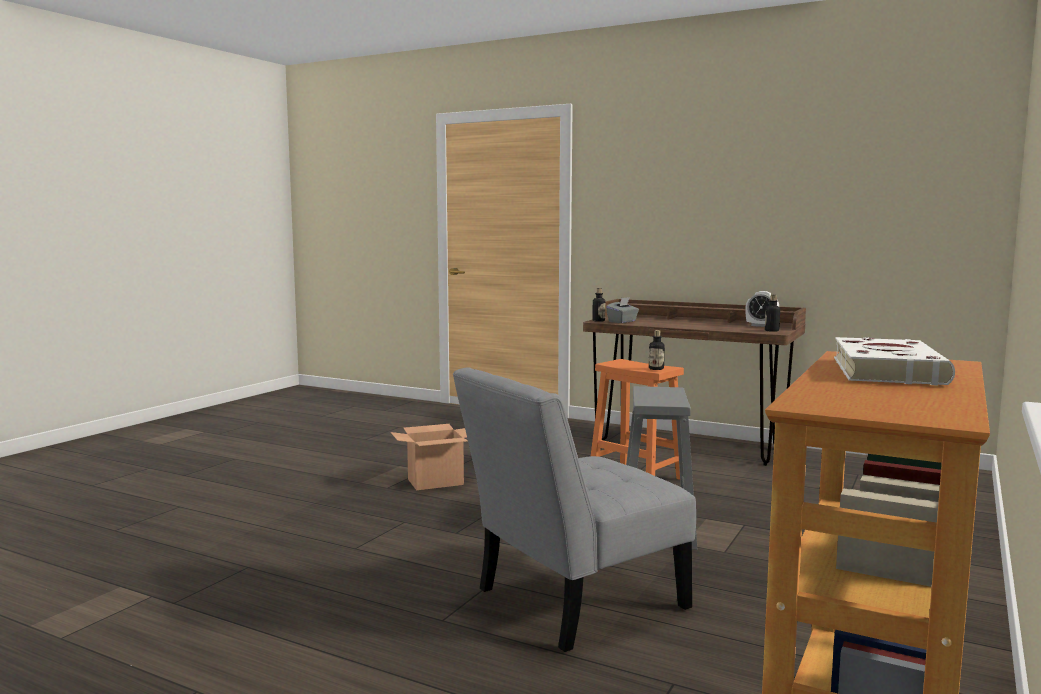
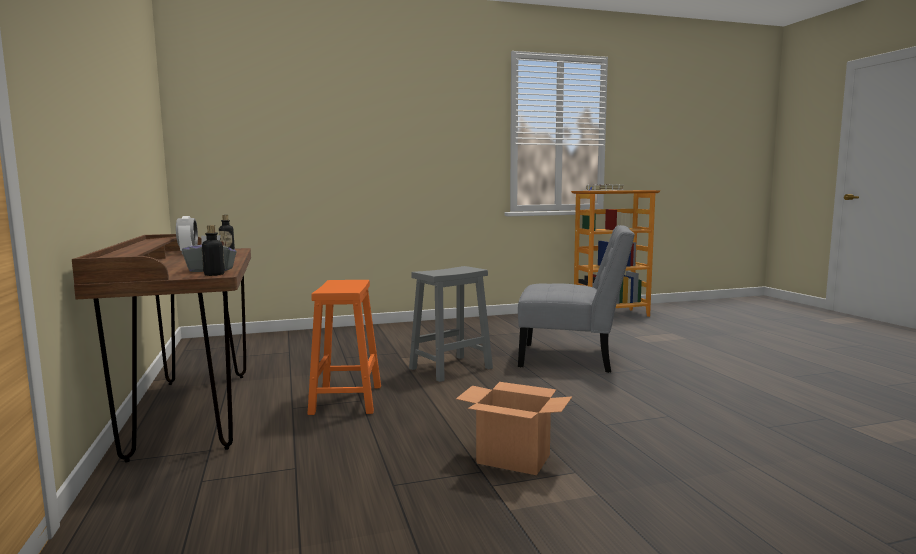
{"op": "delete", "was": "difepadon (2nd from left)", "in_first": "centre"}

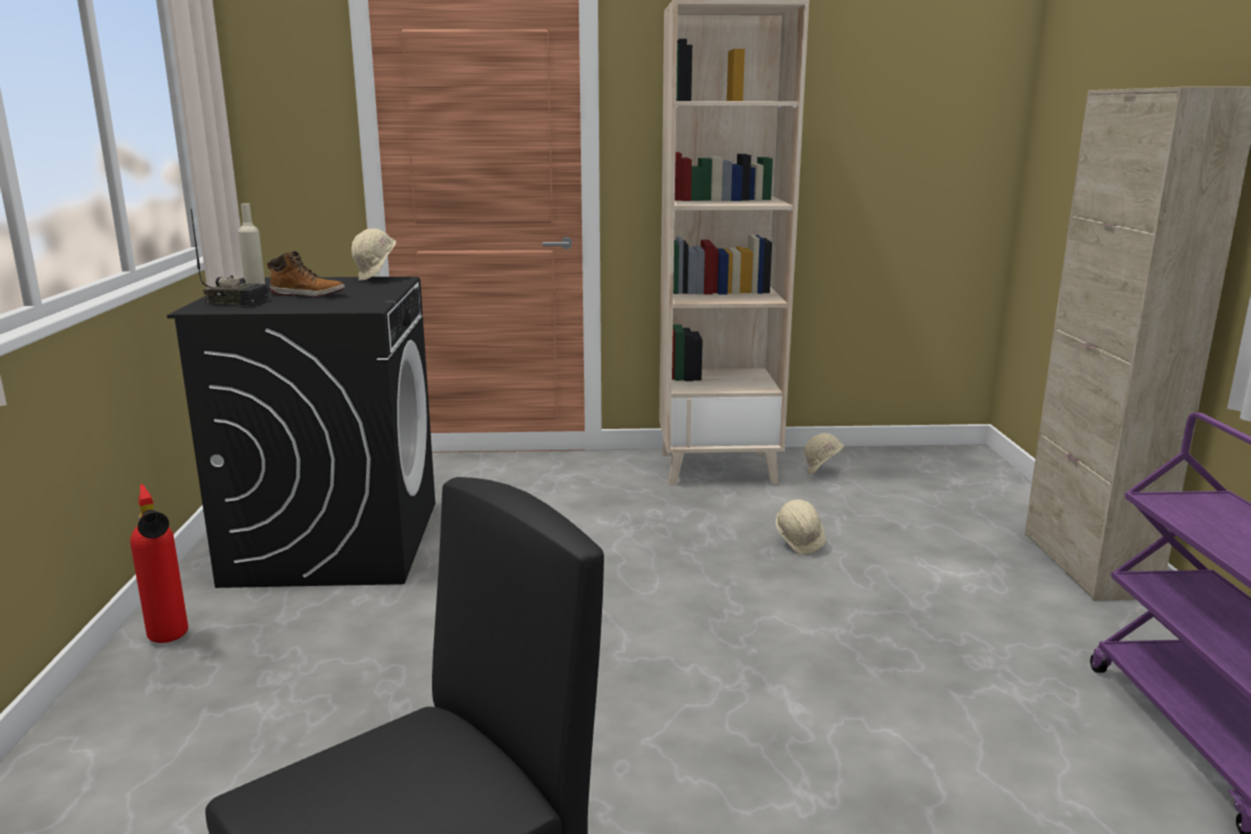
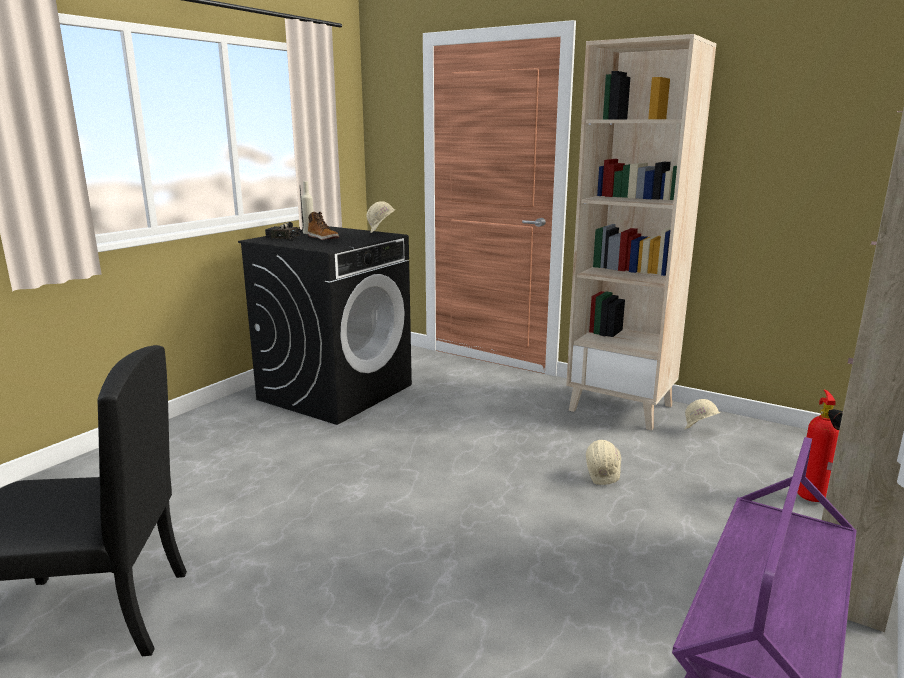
{"op": "rotate", "was": "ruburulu", "in_first": "top left", "in_second": "top left", "clockwise": 150}
{"op": "move", "was": "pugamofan", "in_first": "bottom left", "in_second": "middle right"}

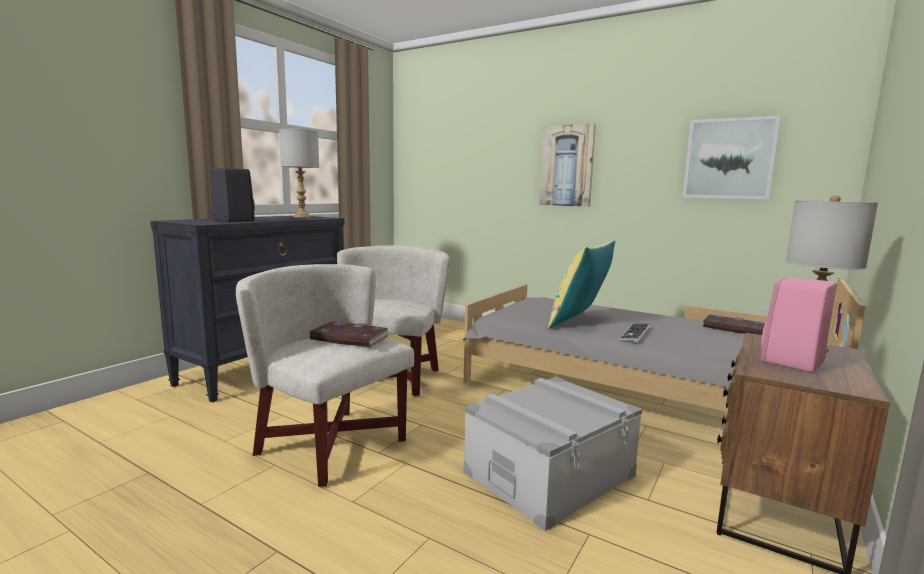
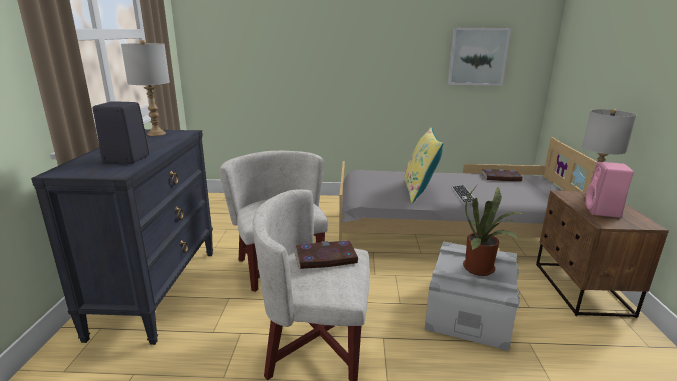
{"op": "insert", "now": "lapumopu", "in_second": "middle right"}
{"op": "delete", "was": "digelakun (1st from left)", "in_first": "top centre"}

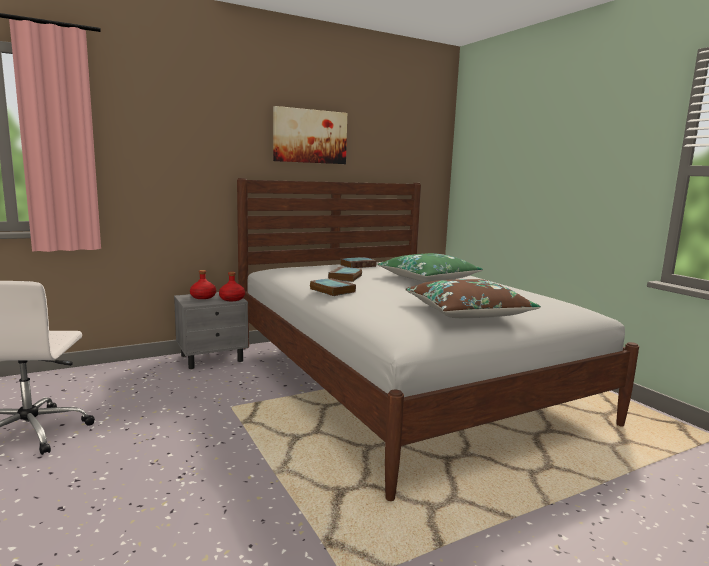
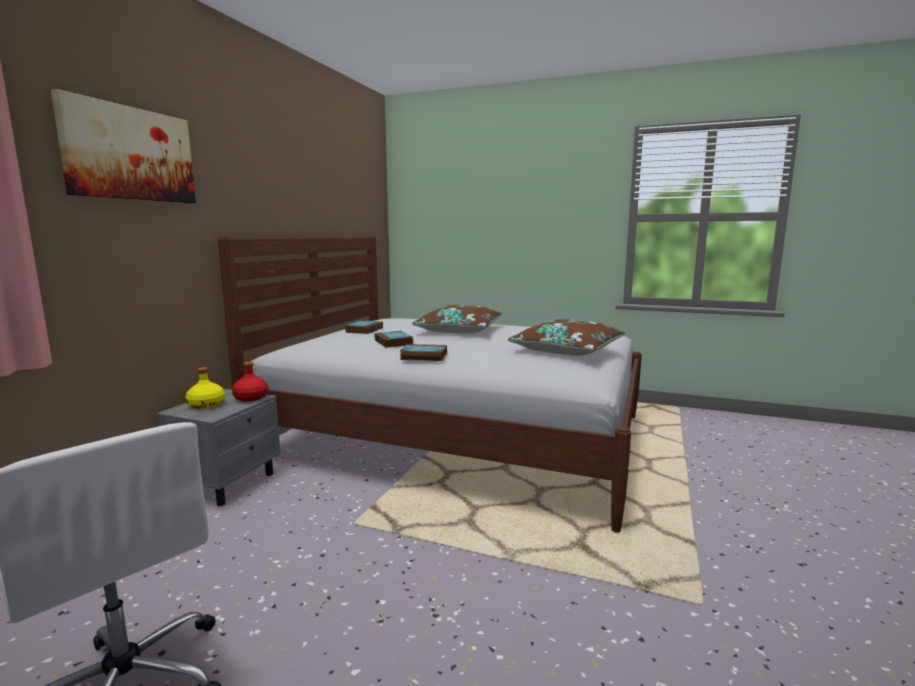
{"op": "move", "was": "digelakun", "in_first": "top centre", "in_second": "top left"}
{"op": "recolor", "was": "red_difepadon (1st from left)", "now": "yellow_difepadon", "in_first": "middle left", "in_second": "middle left"}
{"op": "recolor", "was": "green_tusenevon", "now": "brown_tusenevon (1st from left)", "in_first": "centre", "in_second": "centre"}

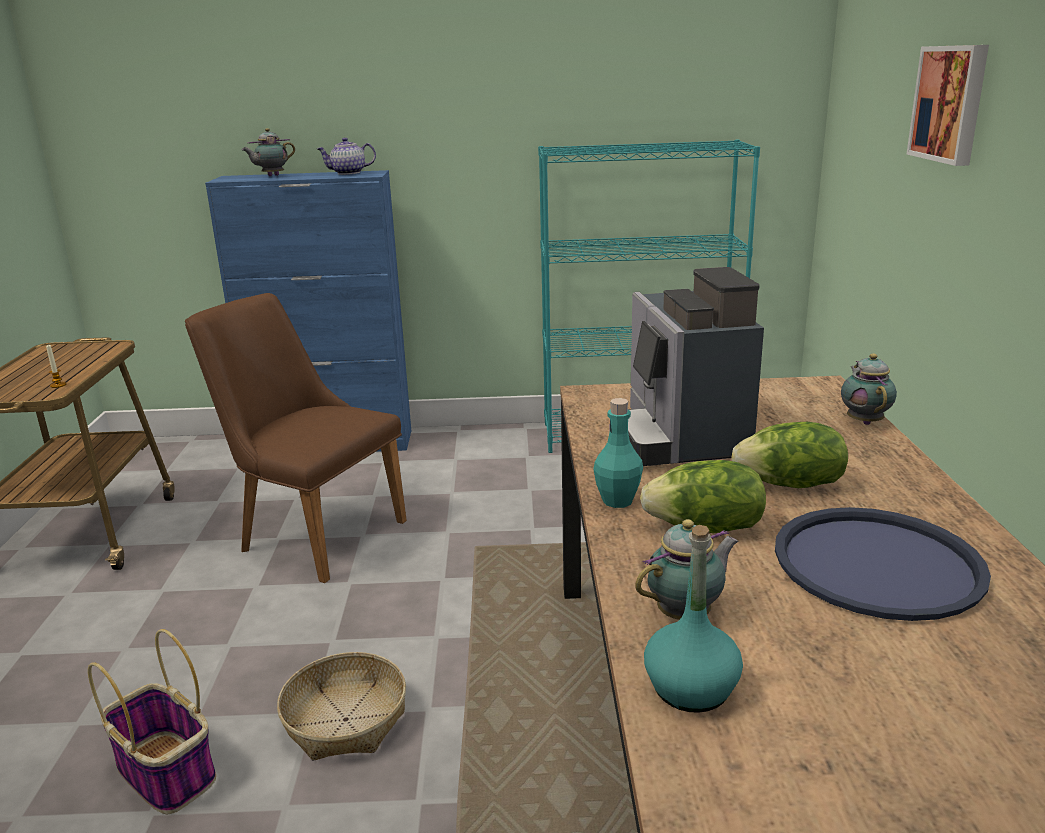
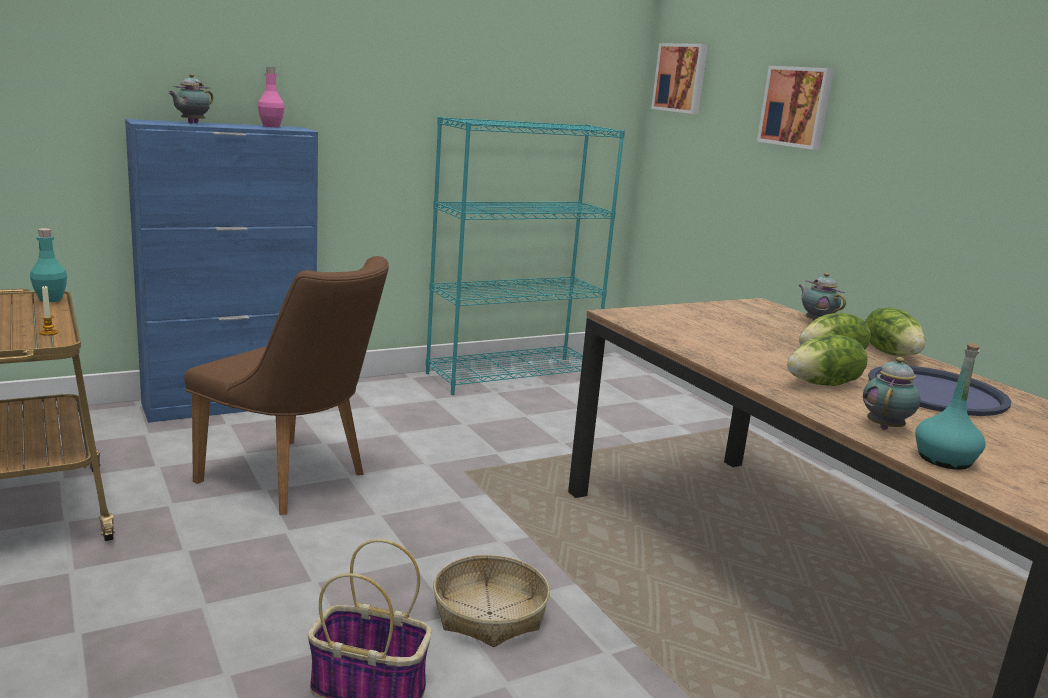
{"op": "move", "was": "turquoise_difepadon (1st from left)", "in_first": "centre", "in_second": "middle left"}
{"op": "rotate", "was": "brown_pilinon", "in_first": "middle left", "in_second": "middle left", "clockwise": -150}
{"op": "replace", "was": "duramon (2nd from left)", "now": "pink_difepadon", "in_first": "top left", "in_second": "top left"}
{"op": "insert", "now": "digelakun (1st from left)", "in_second": "top centre"}
{"op": "insert", "now": "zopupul (3rd from left)", "in_second": "middle right"}
{"op": "delete", "was": "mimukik", "in_first": "centre"}

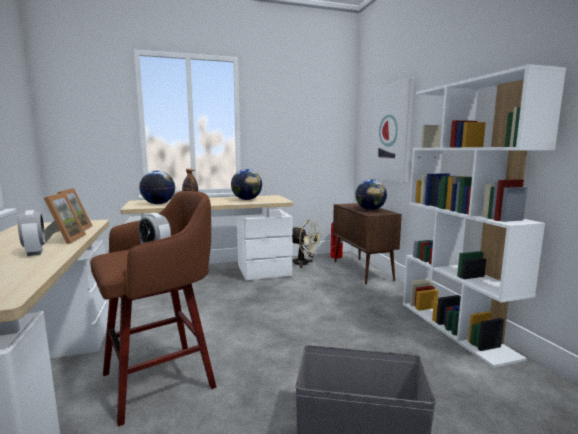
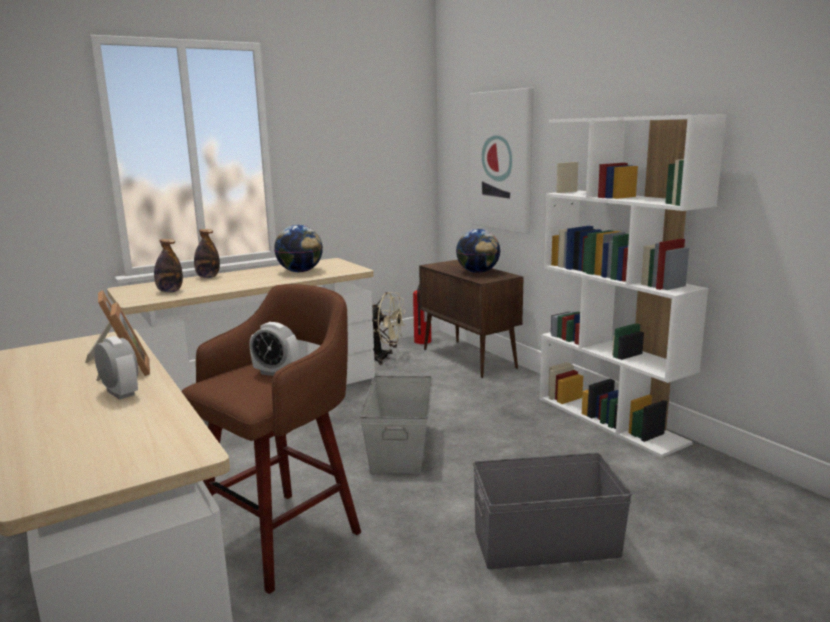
{"op": "replace", "was": "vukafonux (1st from left)", "now": "difepadon (1st from left)", "in_first": "middle left", "in_second": "middle left"}
{"op": "insert", "now": "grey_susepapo (1st from left)", "in_second": "bottom centre"}

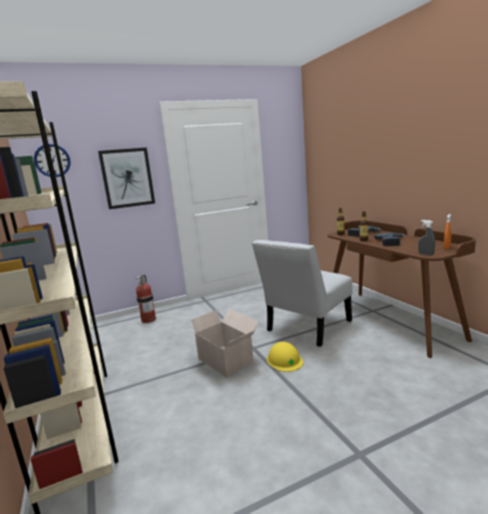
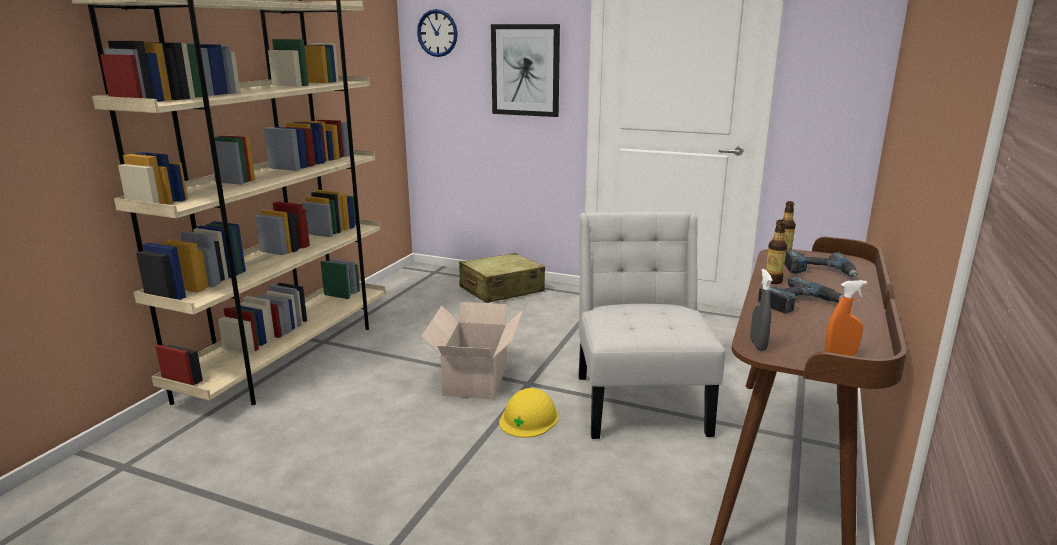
{"op": "replace", "was": "pugamofan", "now": "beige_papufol", "in_first": "middle left", "in_second": "centre"}
{"op": "rotate", "was": "white_pilinon", "in_first": "centre", "in_second": "centre", "clockwise": 90}

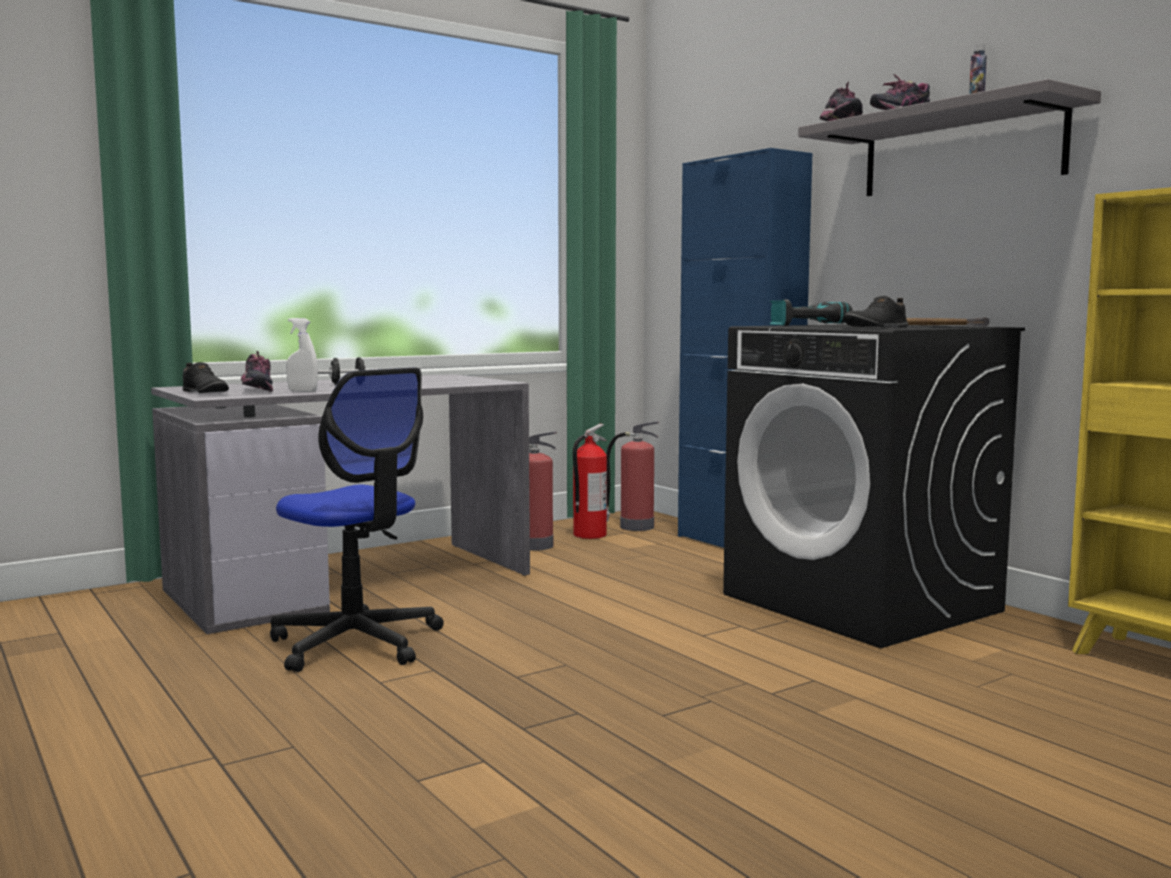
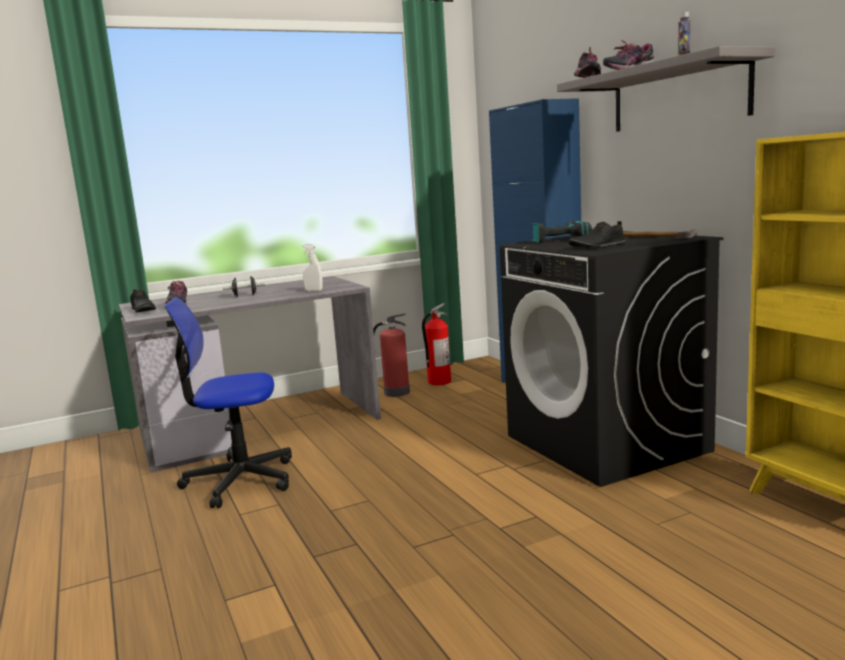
{"op": "rotate", "was": "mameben", "in_first": "middle left", "in_second": "middle left", "clockwise": 120}
{"op": "move", "was": "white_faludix", "in_first": "middle left", "in_second": "centre"}
{"op": "delete", "was": "pugamofan (3rd from left)", "in_first": "centre"}

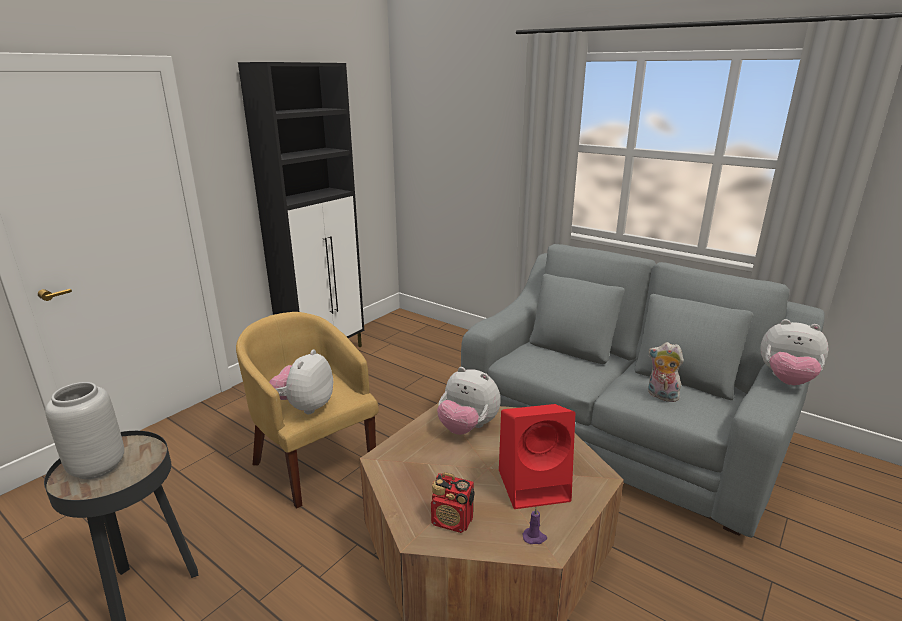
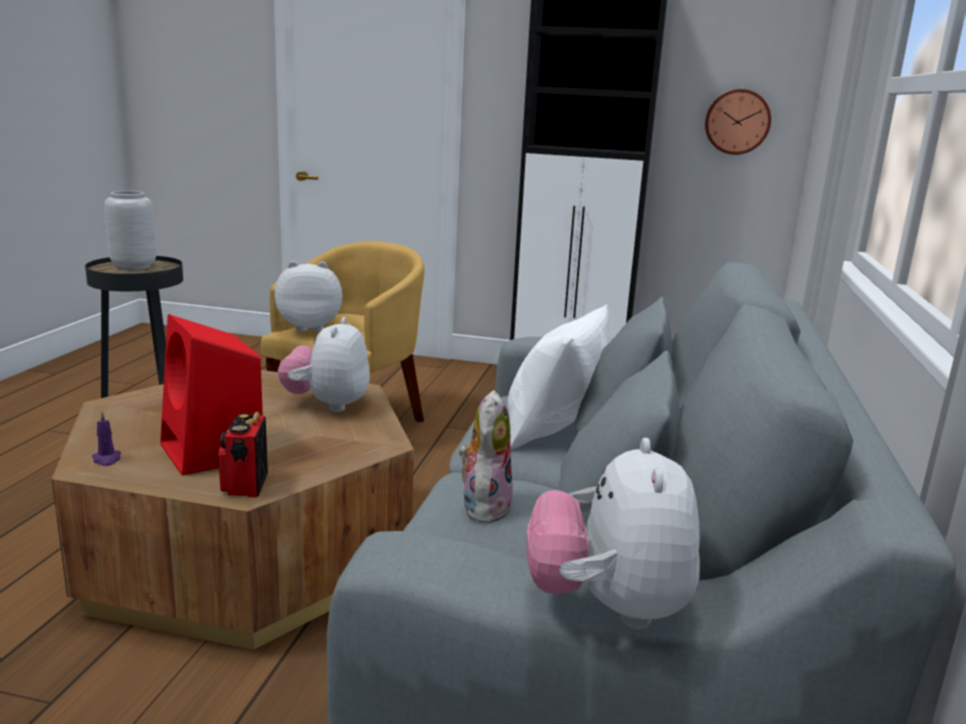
{"op": "move", "was": "ruburulu", "in_first": "bottom centre", "in_second": "middle left"}
{"op": "insert", "now": "white_tusenevon", "in_second": "centre"}
{"op": "insert", "now": "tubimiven", "in_second": "top right"}

